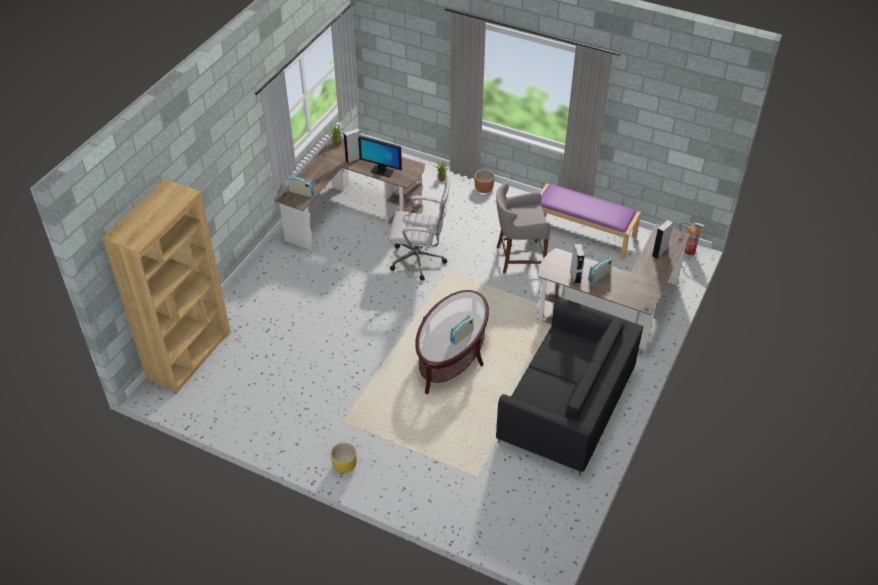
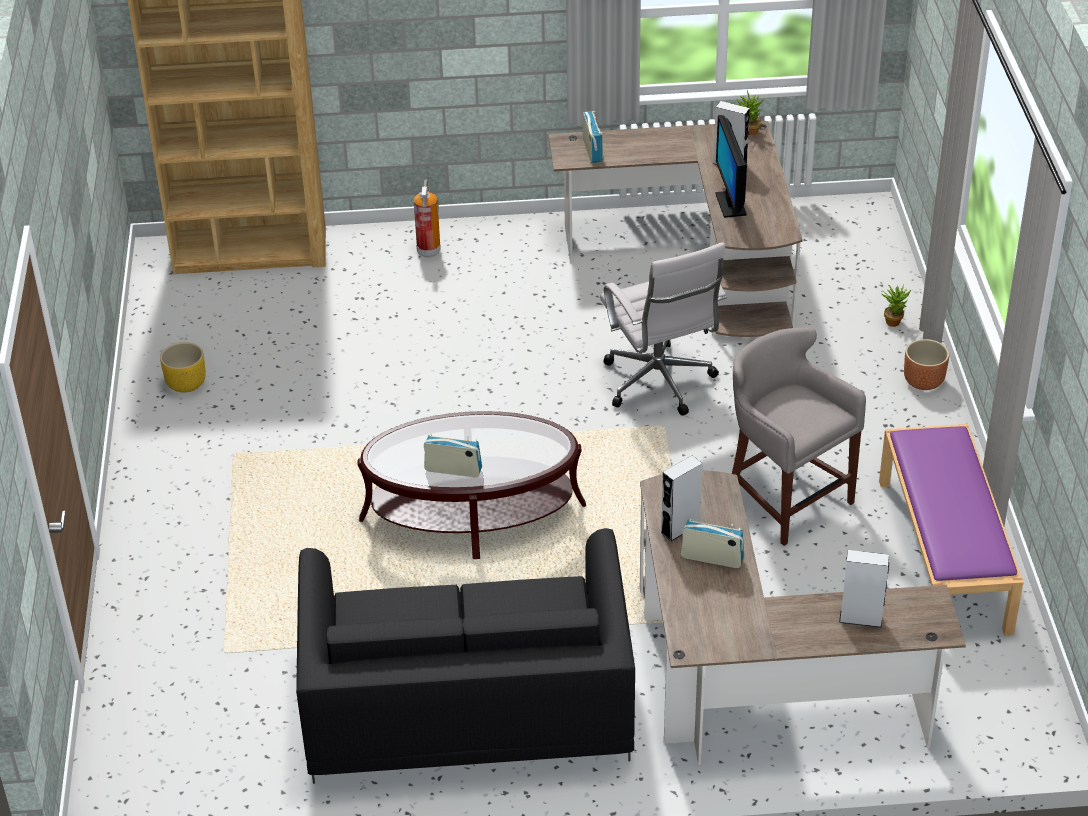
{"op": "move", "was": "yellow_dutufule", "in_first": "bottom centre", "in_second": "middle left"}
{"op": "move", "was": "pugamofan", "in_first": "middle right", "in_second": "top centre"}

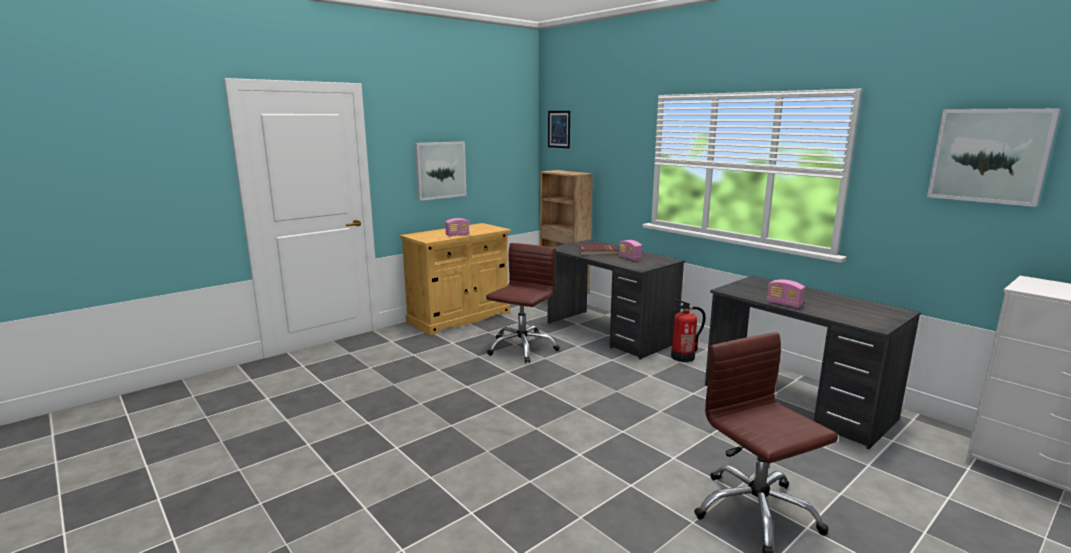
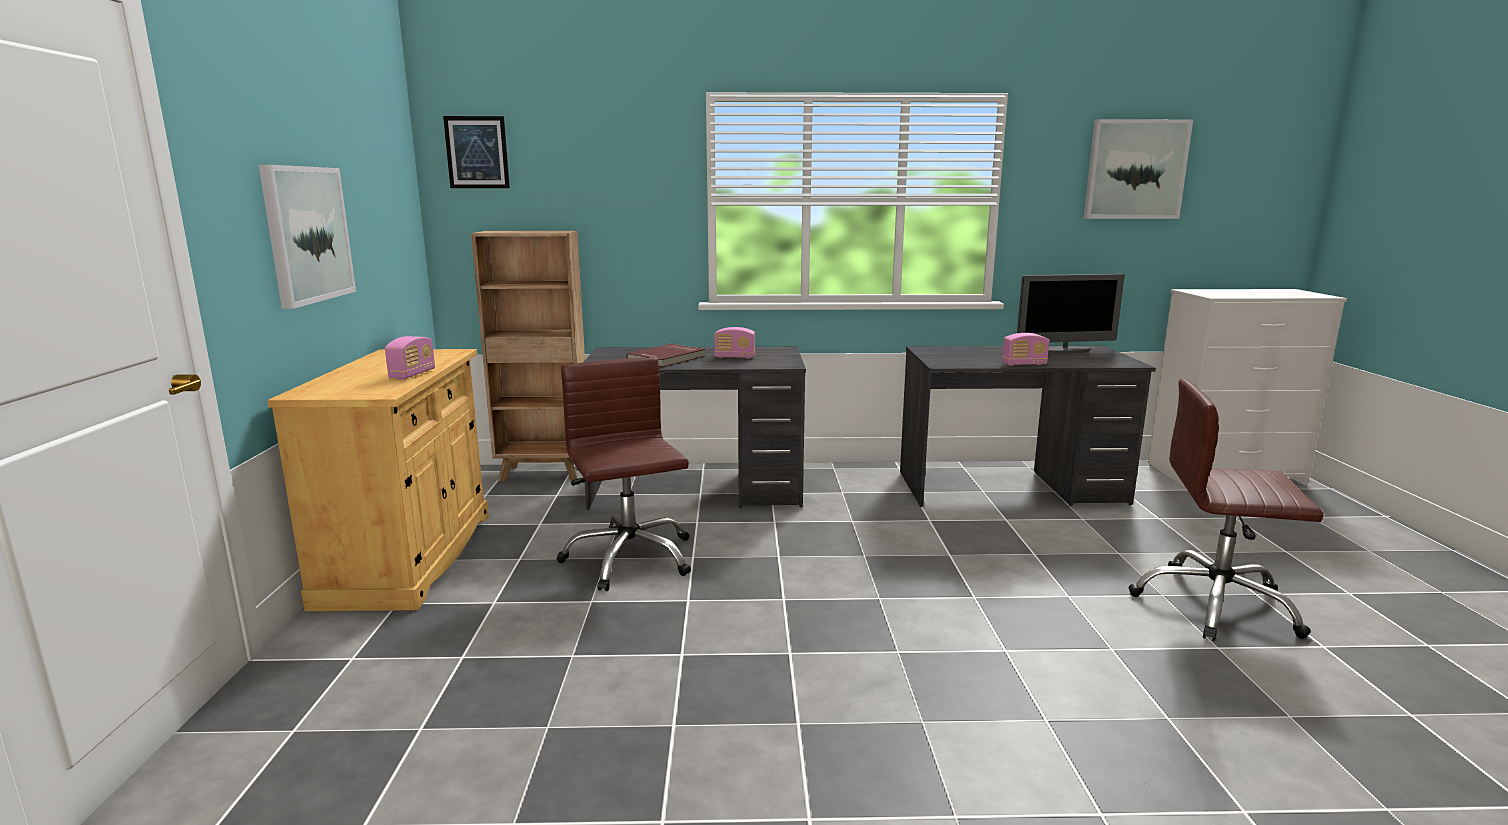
{"op": "insert", "now": "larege", "in_second": "middle right"}
{"op": "delete", "was": "pugamofan", "in_first": "centre"}

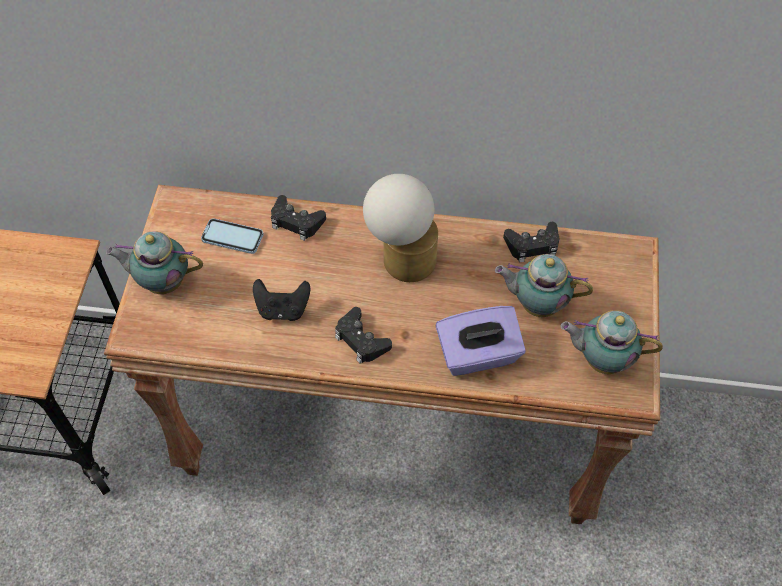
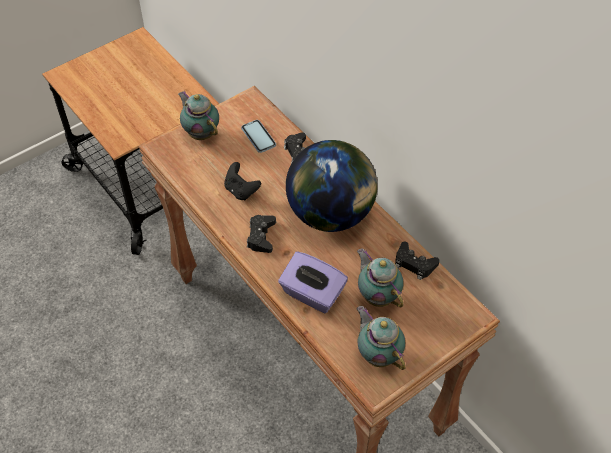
{"op": "replace", "was": "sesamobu", "now": "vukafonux", "in_first": "centre", "in_second": "centre"}

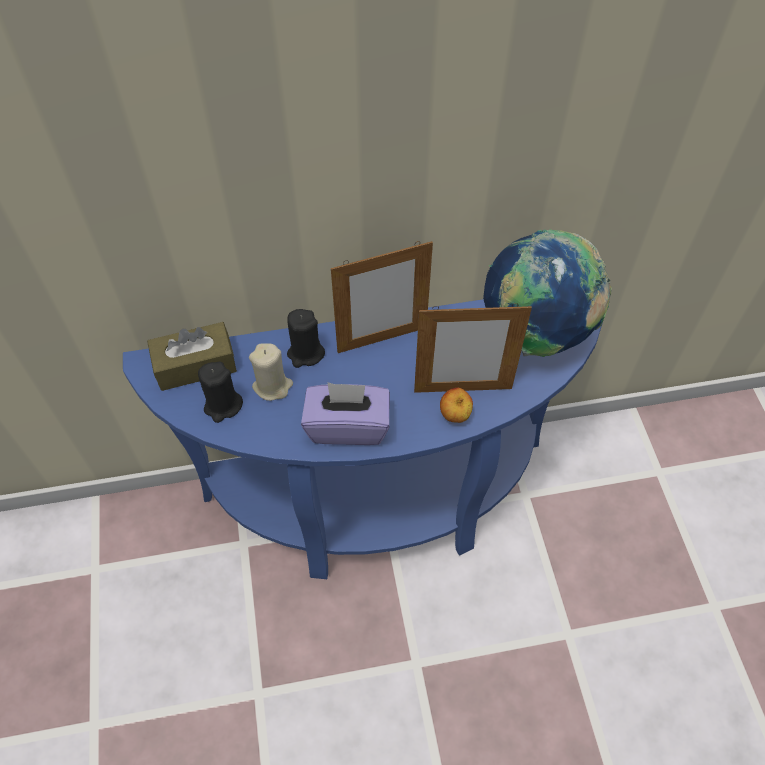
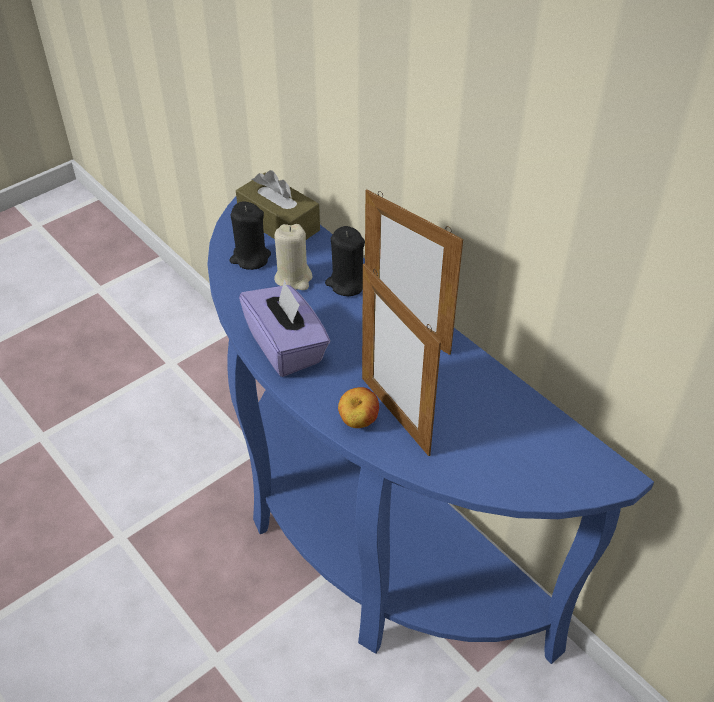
{"op": "delete", "was": "vukafonux", "in_first": "middle right"}

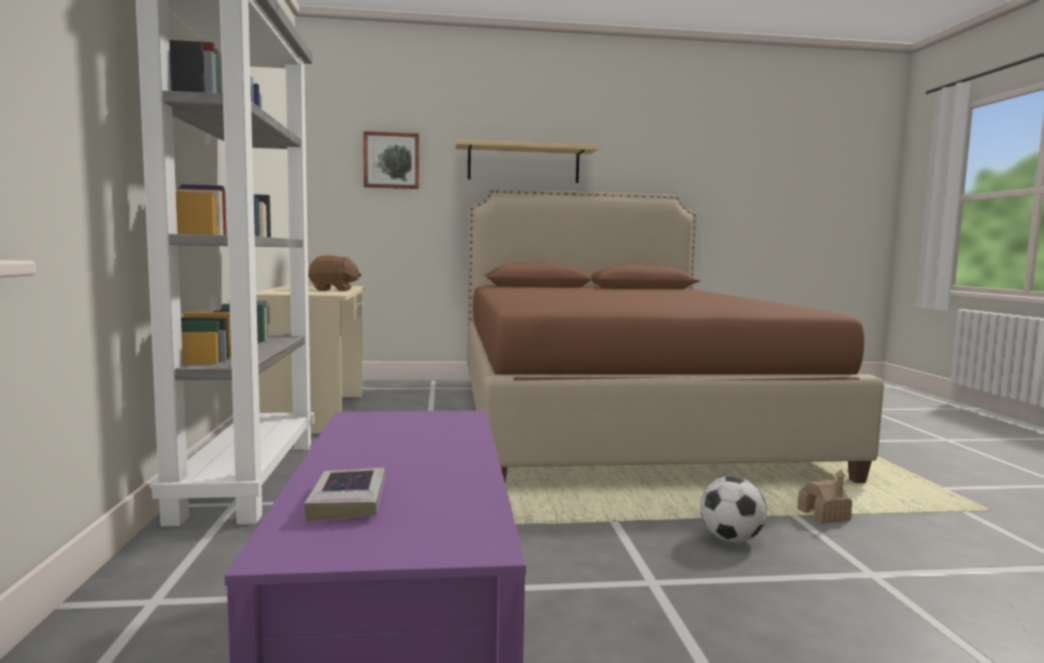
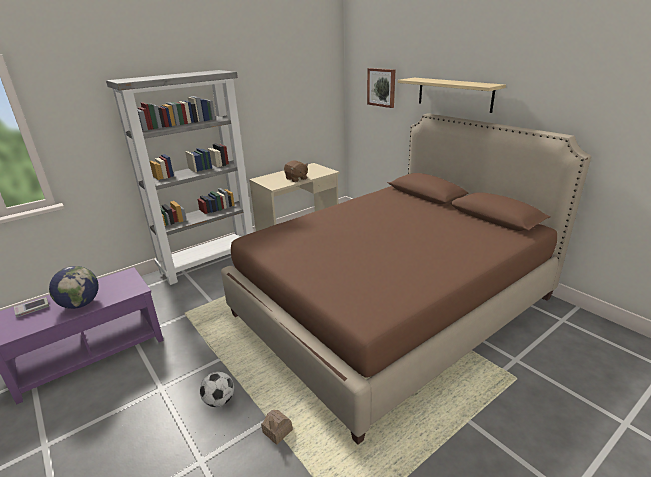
{"op": "insert", "now": "vukafonux", "in_second": "middle left"}

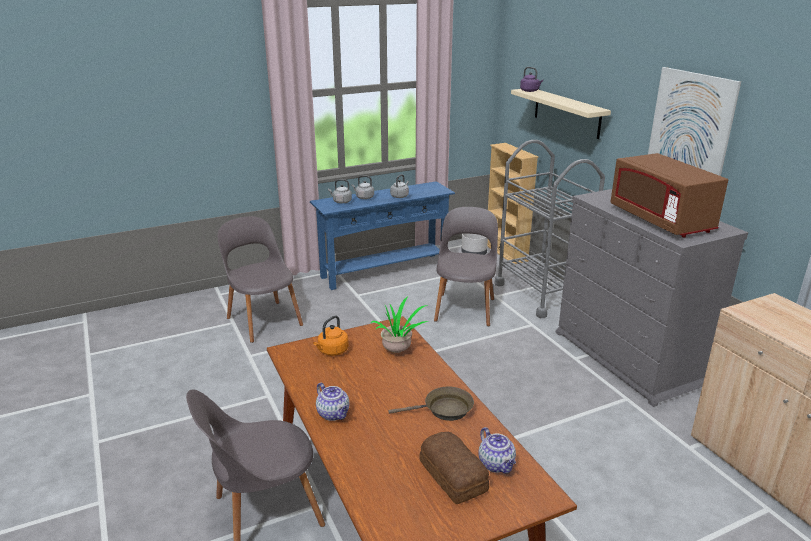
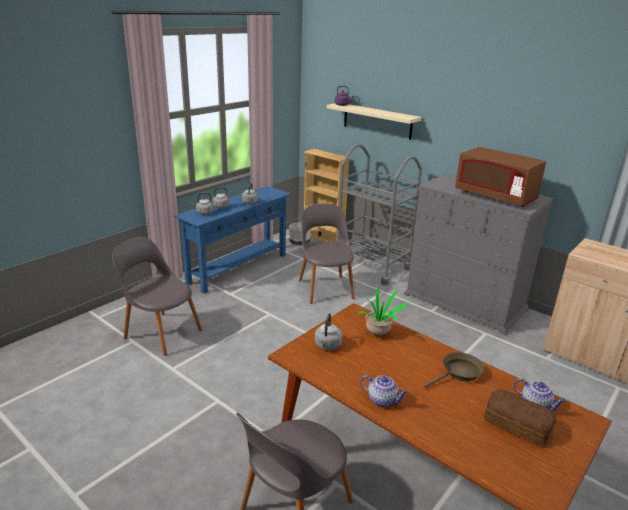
{"op": "recolor", "was": "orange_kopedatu", "now": "grey_kopedatu (4th from left)", "in_first": "centre", "in_second": "centre"}
{"op": "delete", "was": "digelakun", "in_first": "top right"}

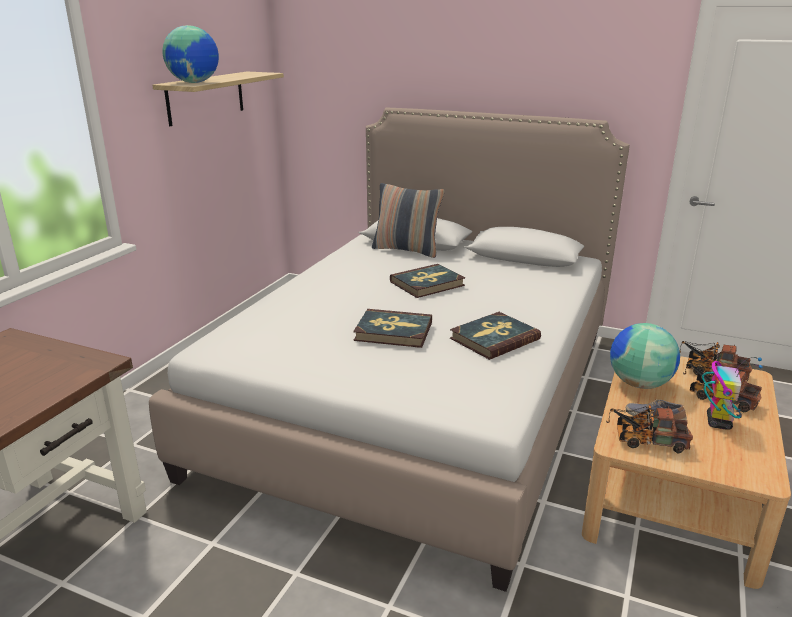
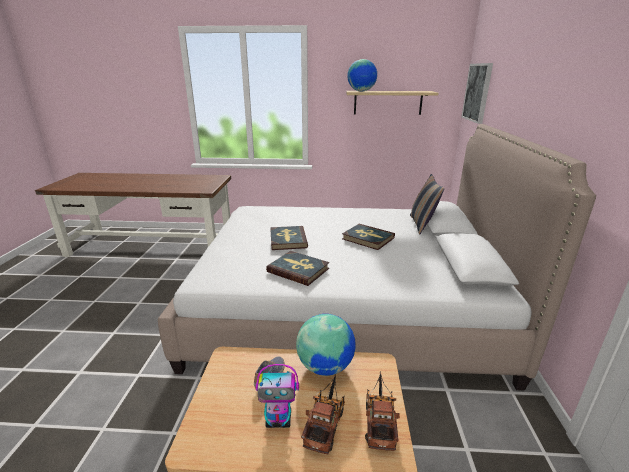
{"op": "insert", "now": "digelakun", "in_second": "top right"}
{"op": "delete", "was": "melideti (1st from left)", "in_first": "bottom right"}

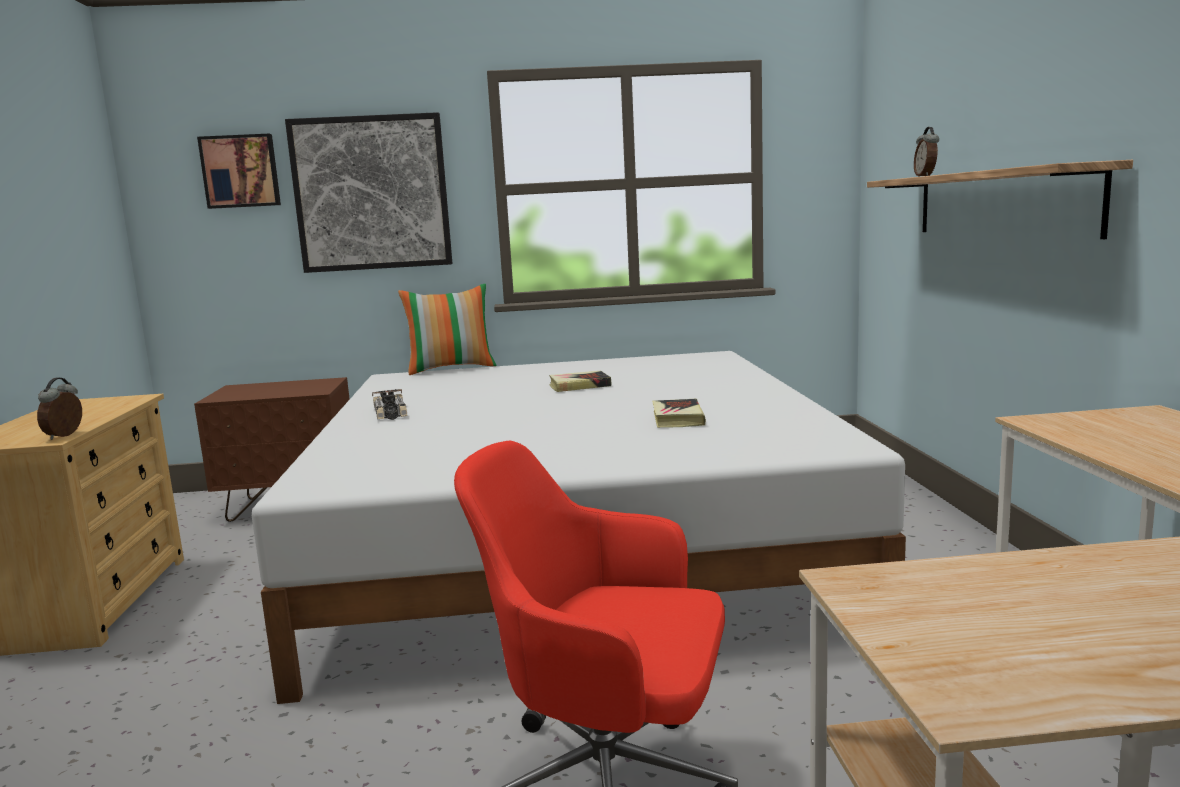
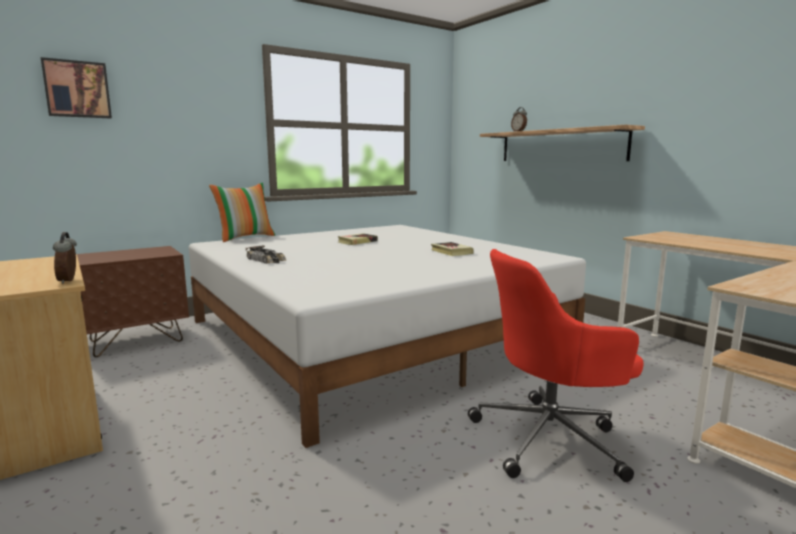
{"op": "delete", "was": "digelakun (2nd from left)", "in_first": "top left"}

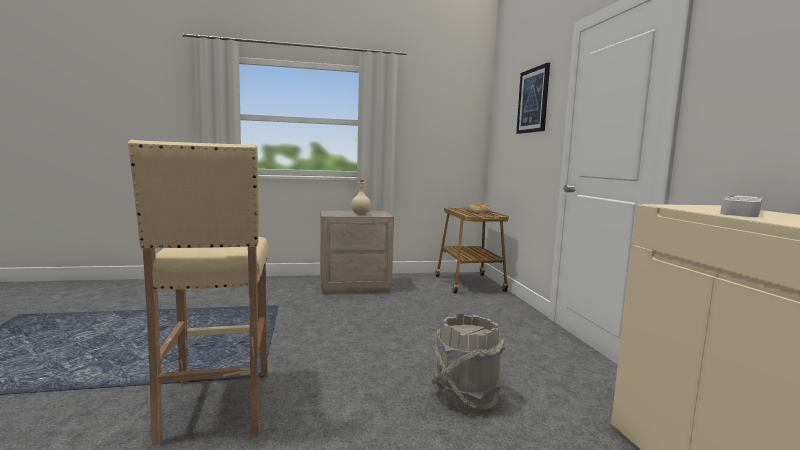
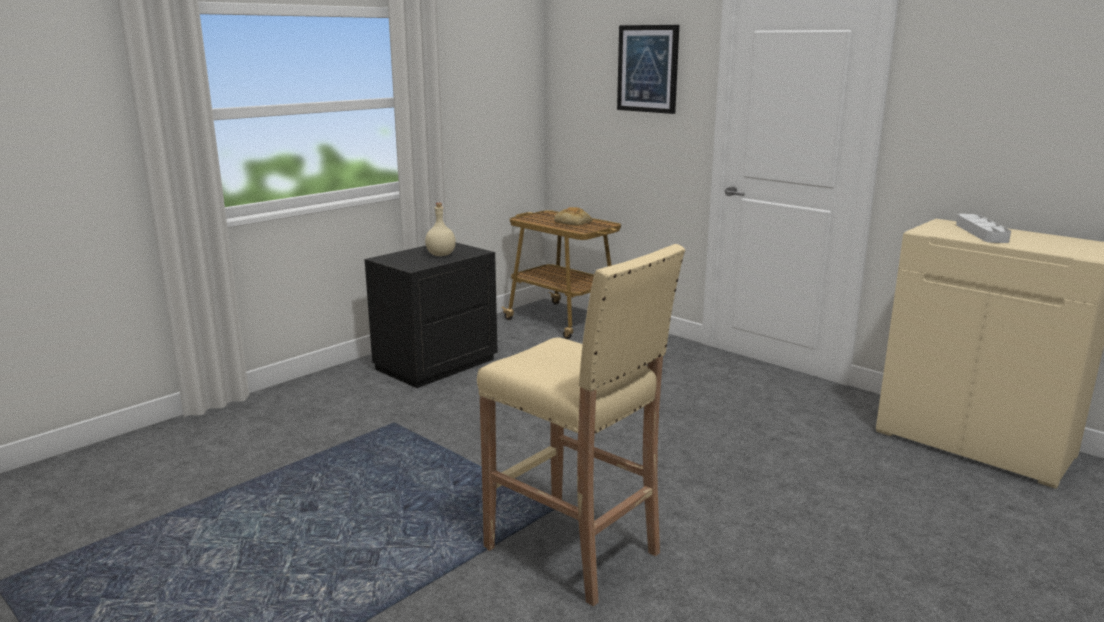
{"op": "recolor", "was": "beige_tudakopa", "now": "black_tudakopa", "in_first": "centre", "in_second": "centre"}
{"op": "delete", "was": "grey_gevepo", "in_first": "bottom centre"}

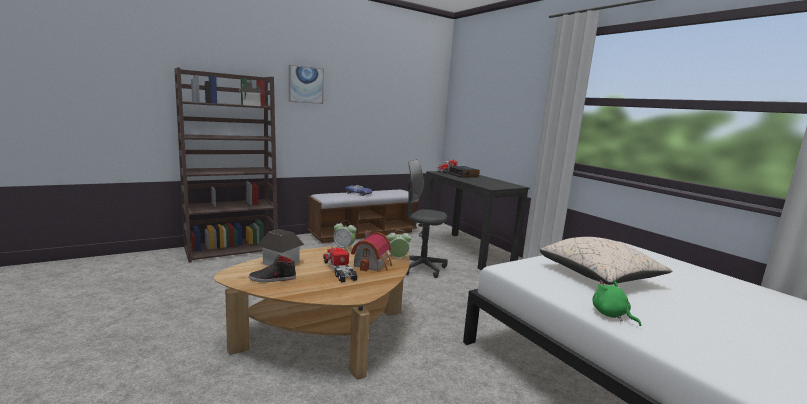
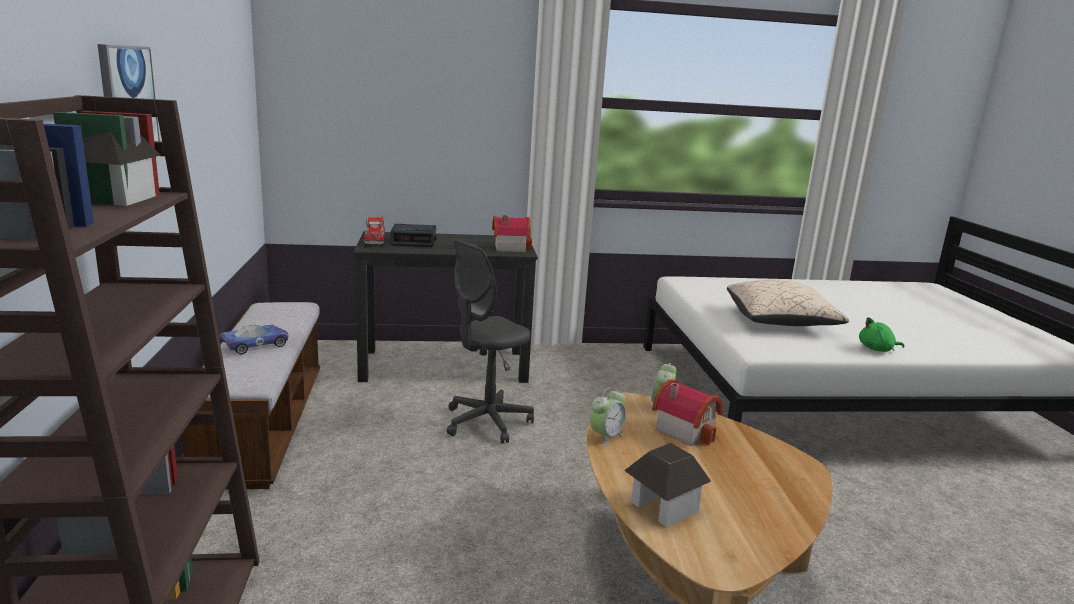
{"op": "insert", "now": "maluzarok (2nd from left)", "in_second": "centre"}
{"op": "delete", "was": "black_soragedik", "in_first": "centre"}
{"op": "delete", "was": "melideti (1st from left)", "in_first": "centre"}

